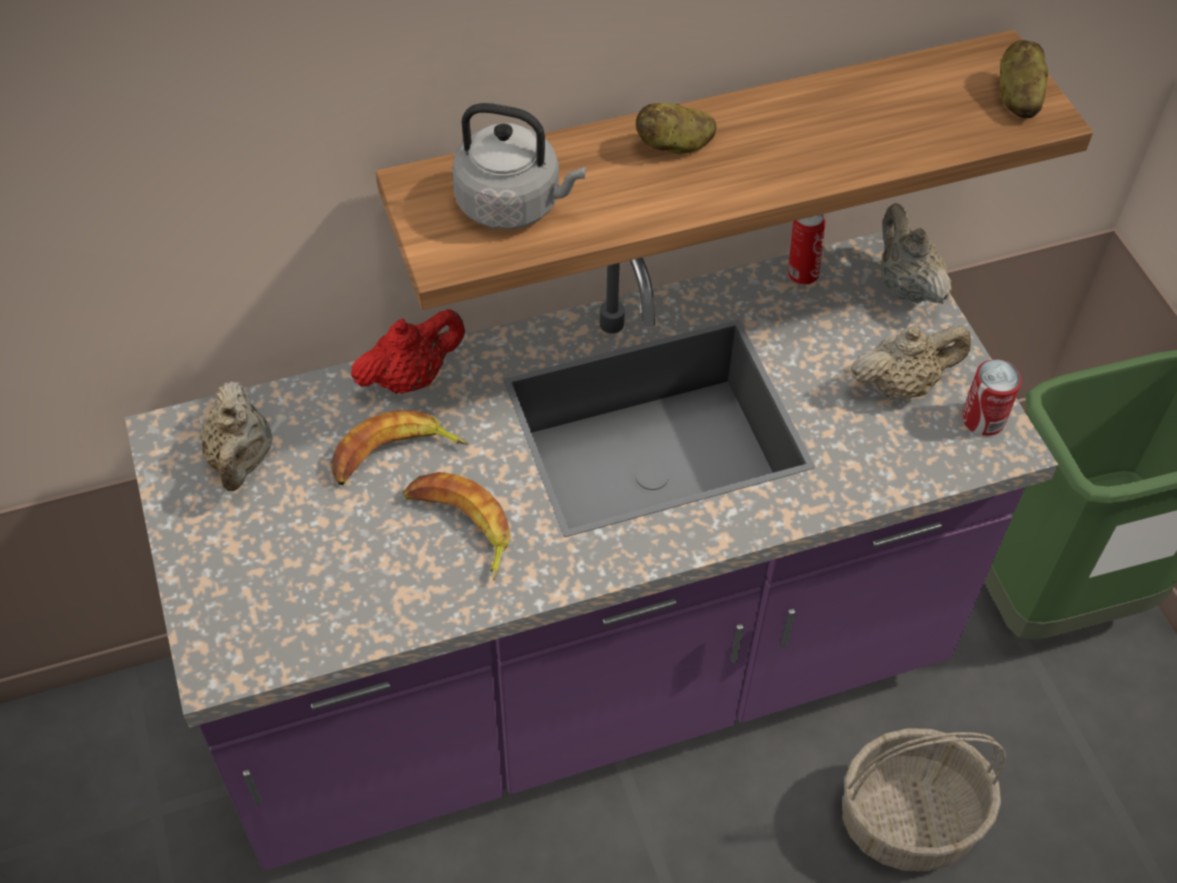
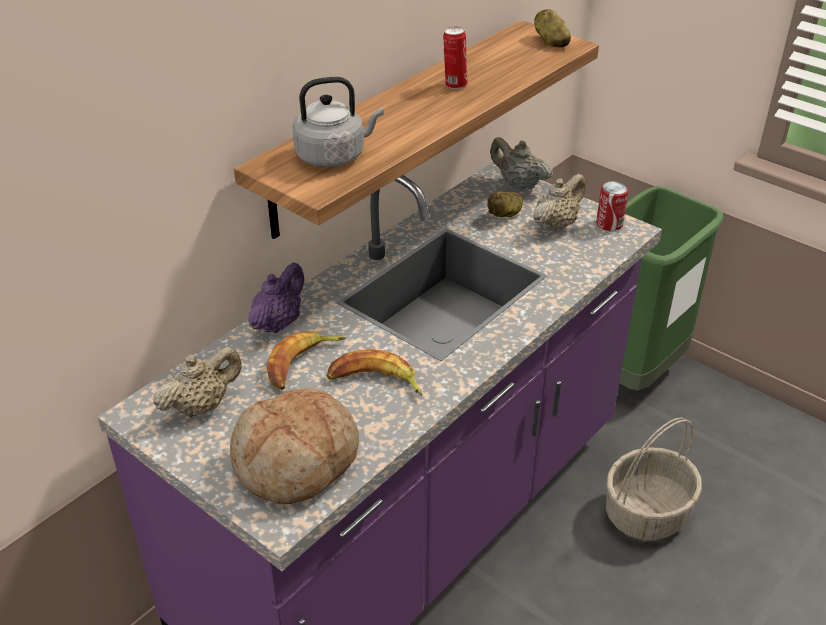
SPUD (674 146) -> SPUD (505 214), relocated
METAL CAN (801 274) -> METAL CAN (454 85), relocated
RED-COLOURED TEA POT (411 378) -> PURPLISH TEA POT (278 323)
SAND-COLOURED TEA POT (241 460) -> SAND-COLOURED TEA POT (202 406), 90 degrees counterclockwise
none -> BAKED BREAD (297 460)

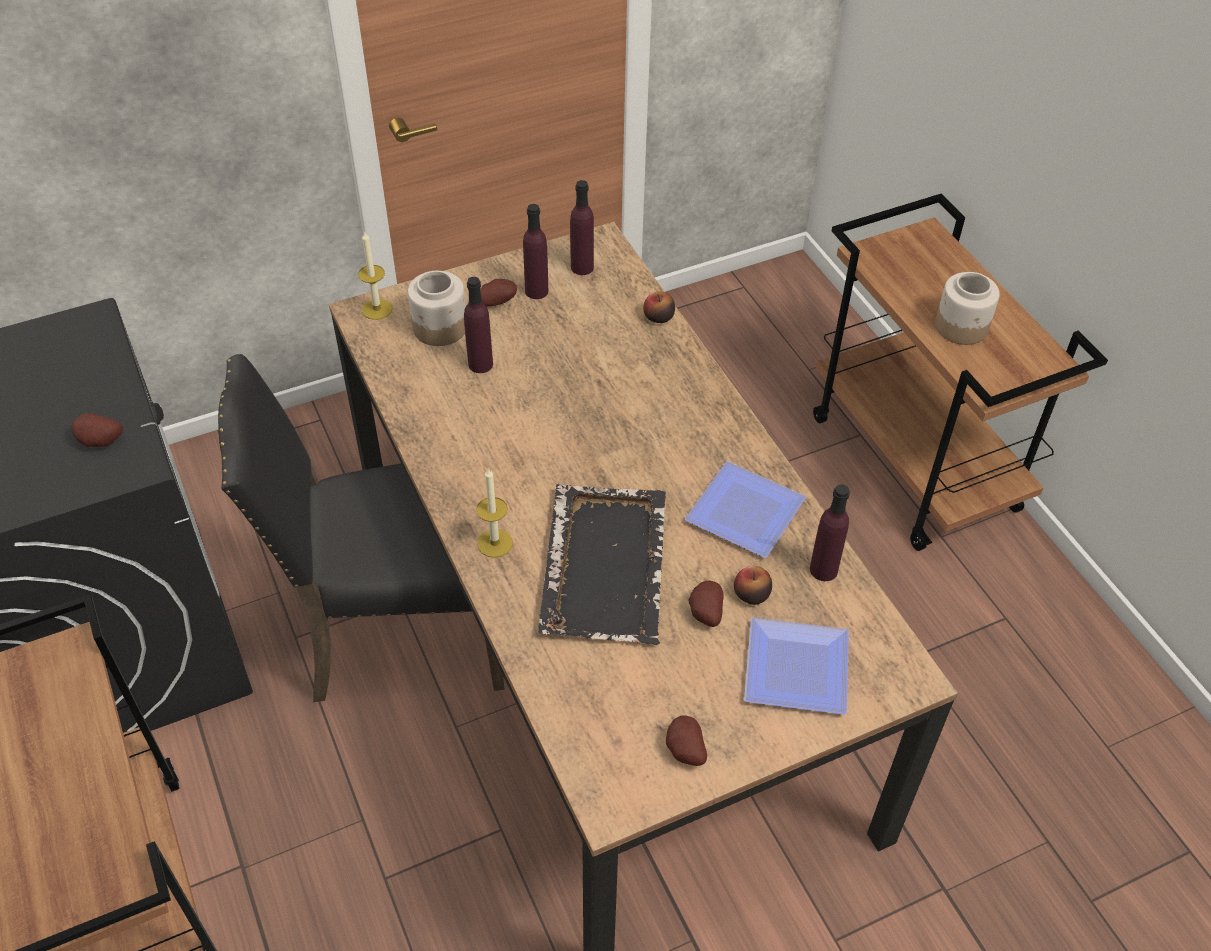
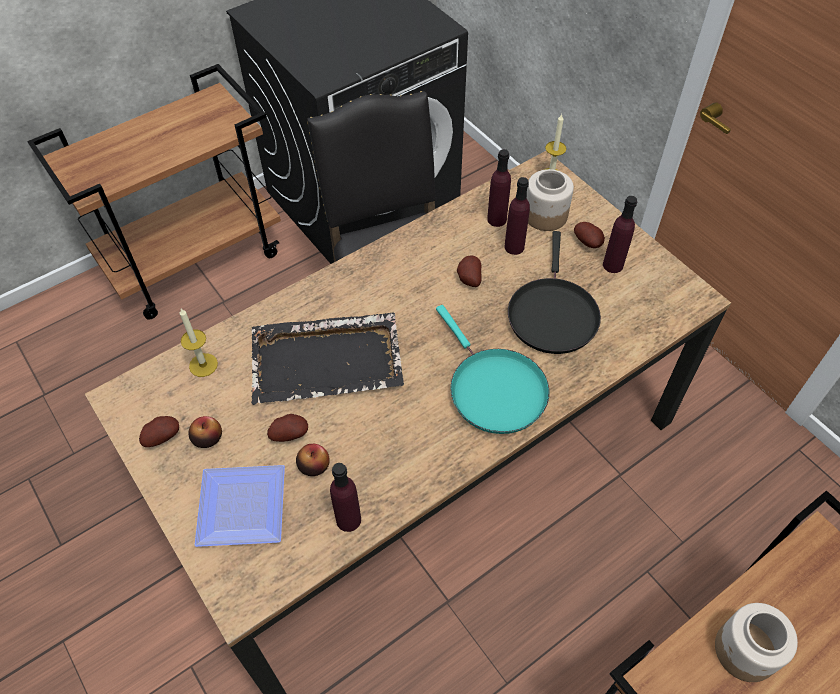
PURPLISH BEVERAGE BOTTLE (582 267) -> PURPLISH BEVERAGE BOTTLE (497 219), relocated
APPLE (658 317) -> APPLE (207 438), relocated
SPUD (100 443) -> SPUD (468 279), relocated
FLAT DISH (749 511) -> none
WAX LIGHT (495 543) -> WAX LIGHT (203 365), relocated
none -> BLACK SKILLET (552 314)
none -> TURQUOISE SKILLET (493 389)

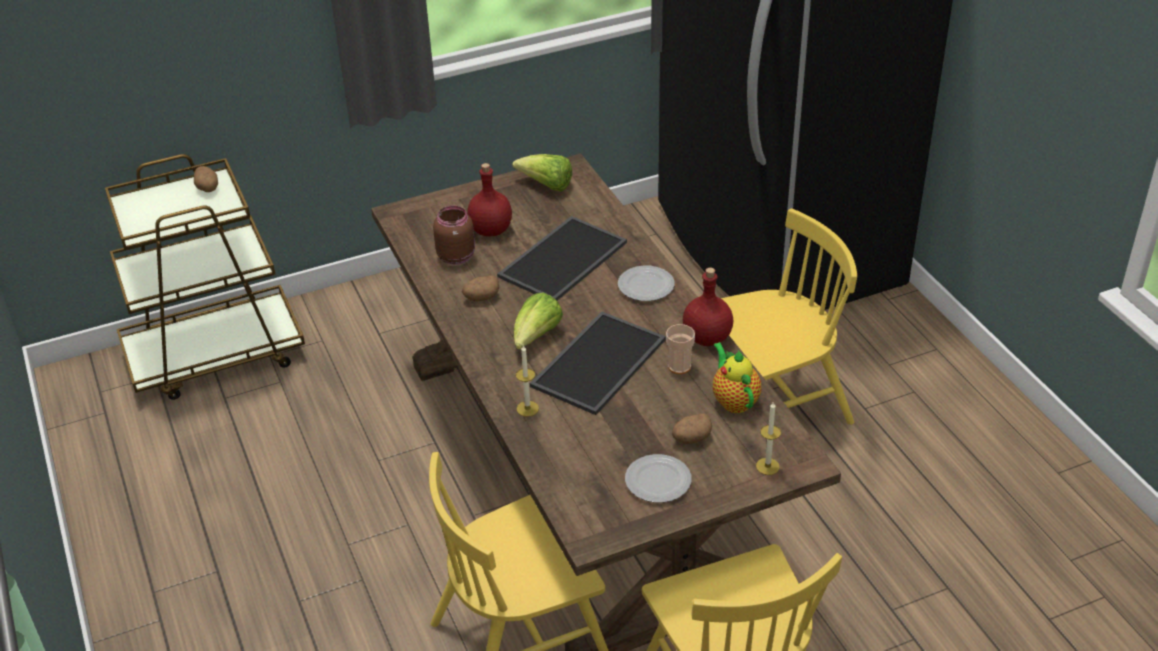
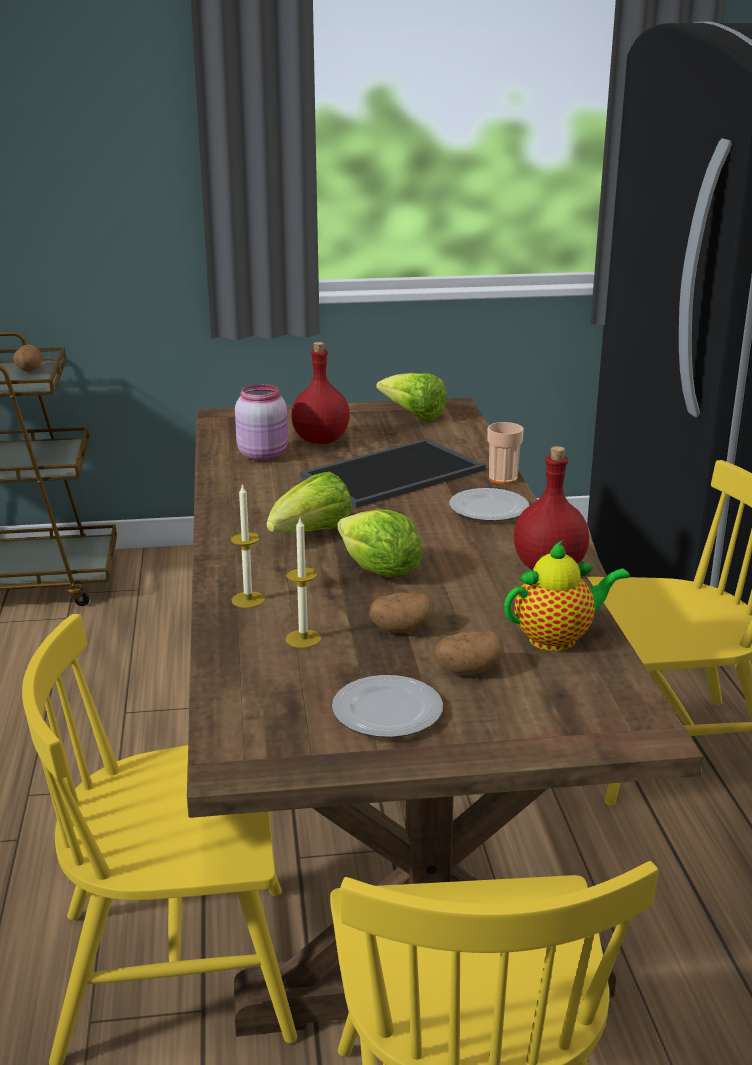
BROWN-COLOURED JAR (456 256) -> PINKISH JAR (263 454)
SPUD (481 298) -> SPUD (401 630), relocated
CARRYING TRAY (599 364) -> LETTUCE (379 572)
CUP (679 366) -> CUP (503 479), relocated
TEA POT (734 400) -> TEA POT (558 638), 75 degrees clockwise
WAX LIGHT (767 466) -> WAX LIGHT (303 639), relocated

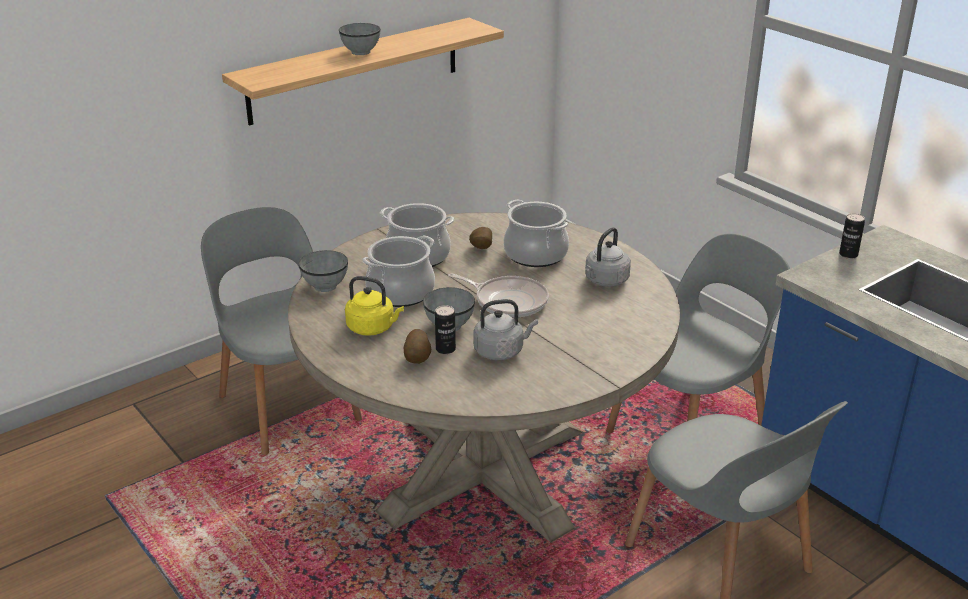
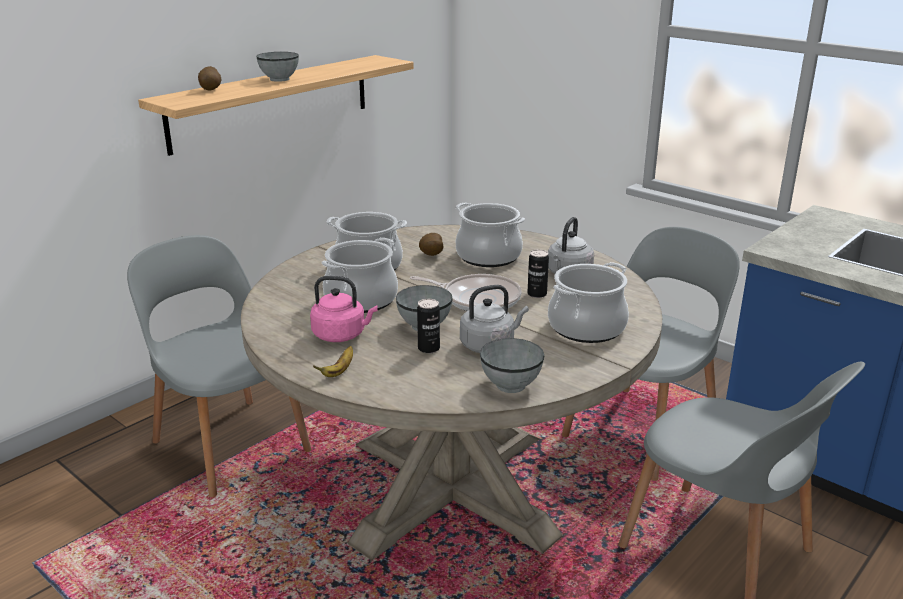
METAL CAN (848 254) -> METAL CAN (537 294), relocated
GREY DEEP DISH (325 286) -> GREY DEEP DISH (510 385), relocated
YELLOW-COLOURED TEA KETTLE (373 328) -> PINKISH TEA KETTLE (342 335)
SPUD (418 359) -> SPUD (211 89), relocated
none -> SAUCEPOT (586 327)
none -> WHOLE BANANA (338 371)

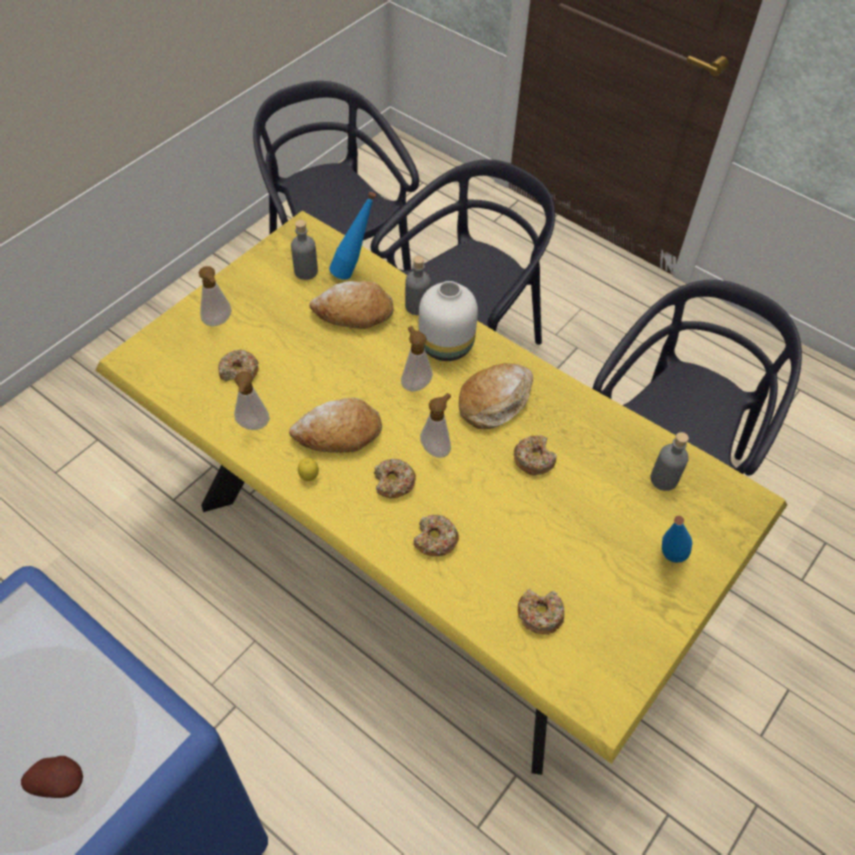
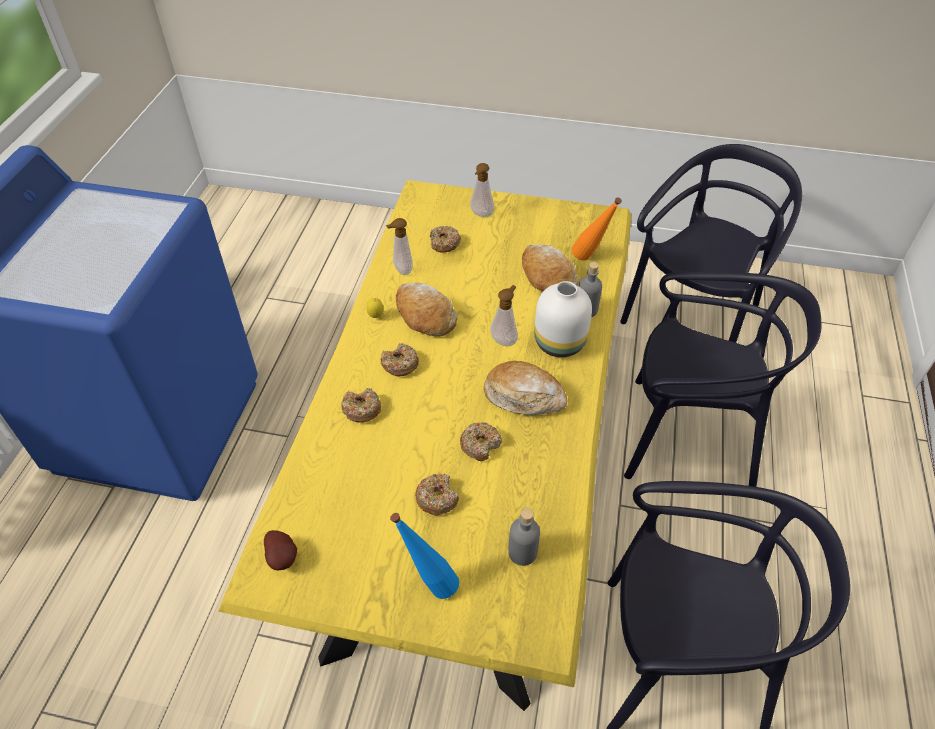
BLUISH BEVERAGE BOTTLE (354 271) -> ORANGE-COLOURED BEVERAGE BOTTLE (590 260)
GREY BEVERAGE BOTTLE (306 271) -> none
LIQUID SOAP BOTTLE (436 448) -> none
DONUT (539 614) -> DONUT (437 498), relocated
SPUD (60 781) -> SPUD (283 557), relocated

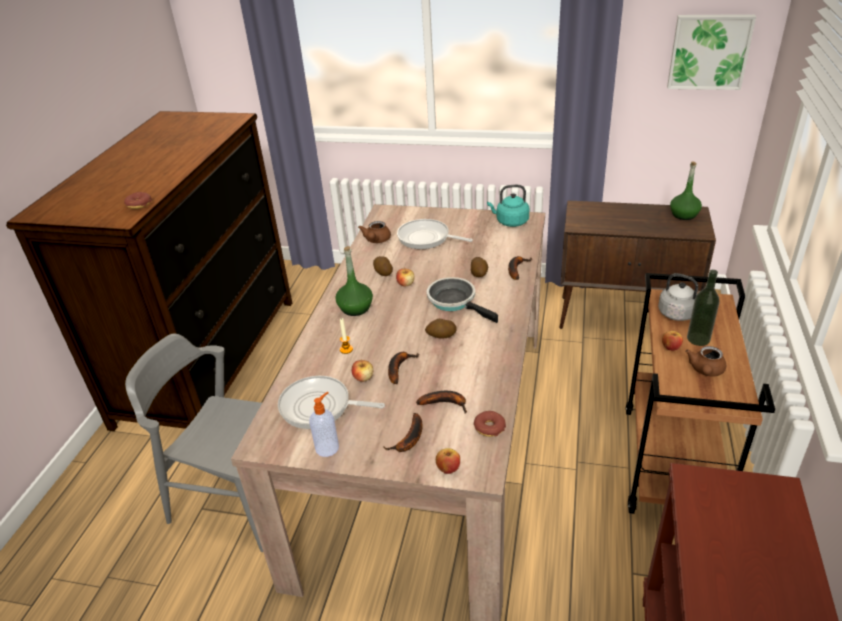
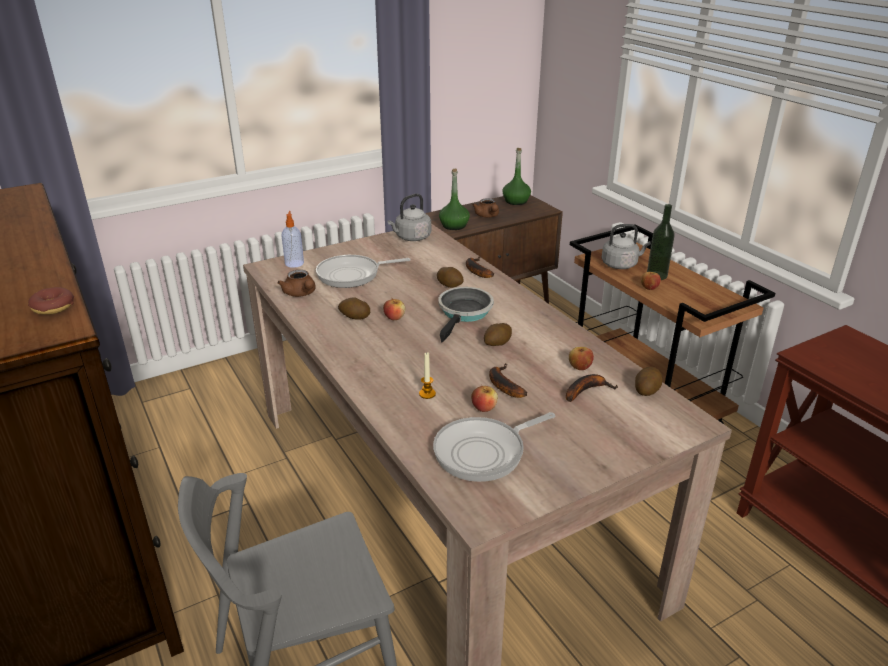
WALL ART (709 51) -> none
TURQUOISE TEA KETTLE (510 222) -> GREY TEA KETTLE (411 238)
GREEN-COLOURED BEVERAGE BOTTLE (355 308) -> GREEN-COLOURED BEVERAGE BOTTLE (454 226), relocated
SKILLET (455 301) -> SKILLET (464 313), 105 degrees clockwise
BROWN-COLOURED TEA POT (705 371) -> BROWN-COLOURED TEA POT (487 216), relocated
LIQUID SOAP BOTTLE (328 447) -> LIQUID SOAP BOTTLE (294 263), relocated
DONUT (489 427) -> SPUD (646 390)
WHOLE BANANA (409 439) -> none
APPLE (448 468) -> APPLE (579 367), relocated

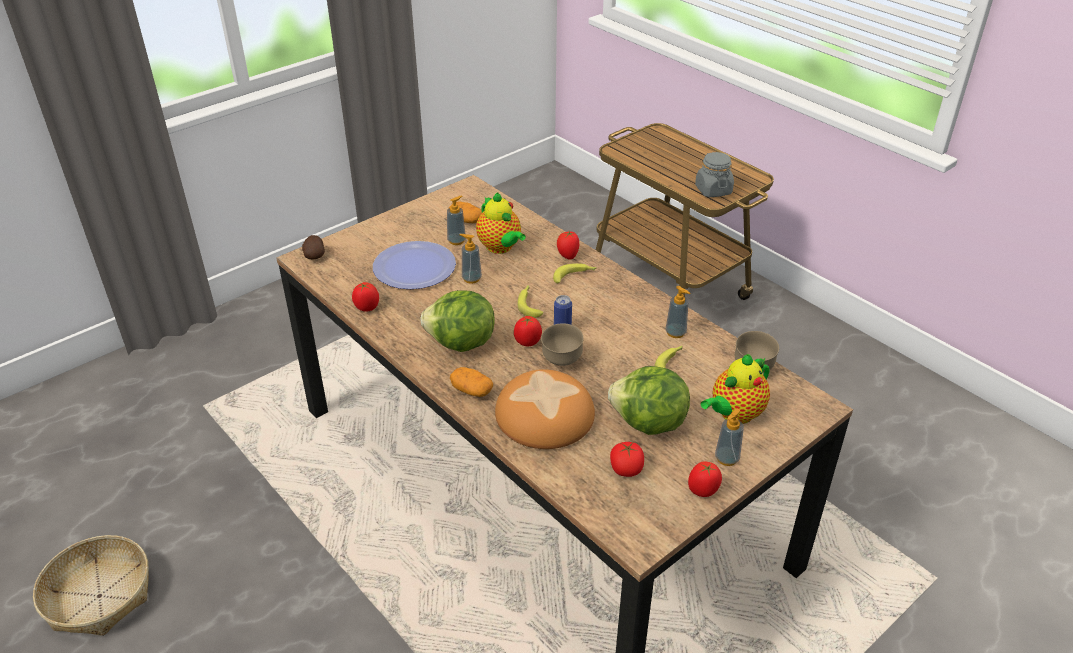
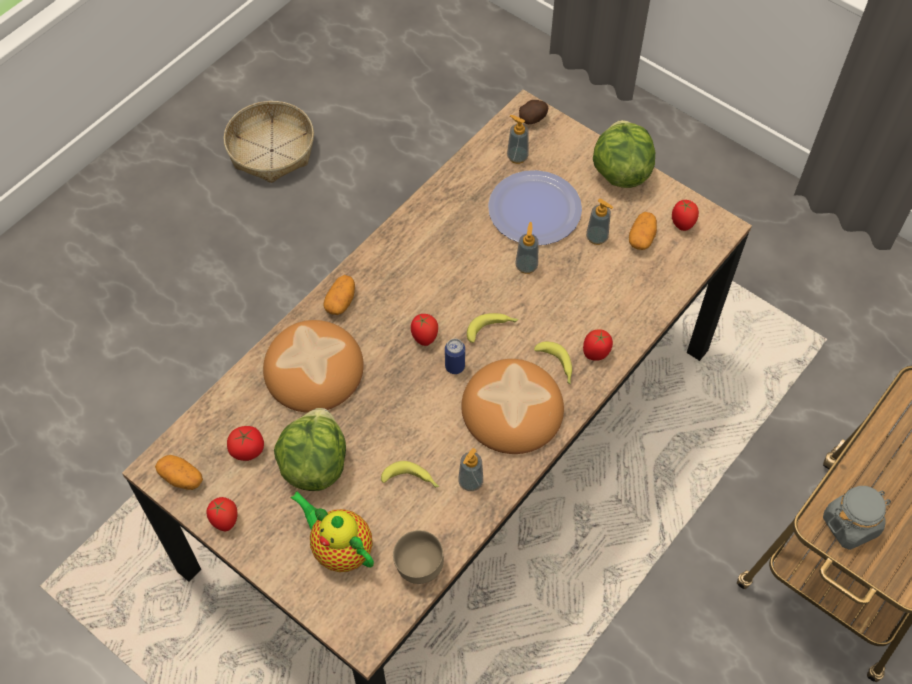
TEA POT (500 248) -> none
WHOLE TOMATO (367 308) -> WHOLE TOMATO (682 224), relocated
LETTUCE (461 344) -> LETTUCE (620 172), relocated
BROWN-COLOURED DEEP DISH (561 361) -> none
LIQUID SOAP BOTTLE (726 458) -> LIQUID SOAP BOTTLE (517 157), relocated
none -> BAKED BREAD (511 409)
none -> SPUD (181 478)

